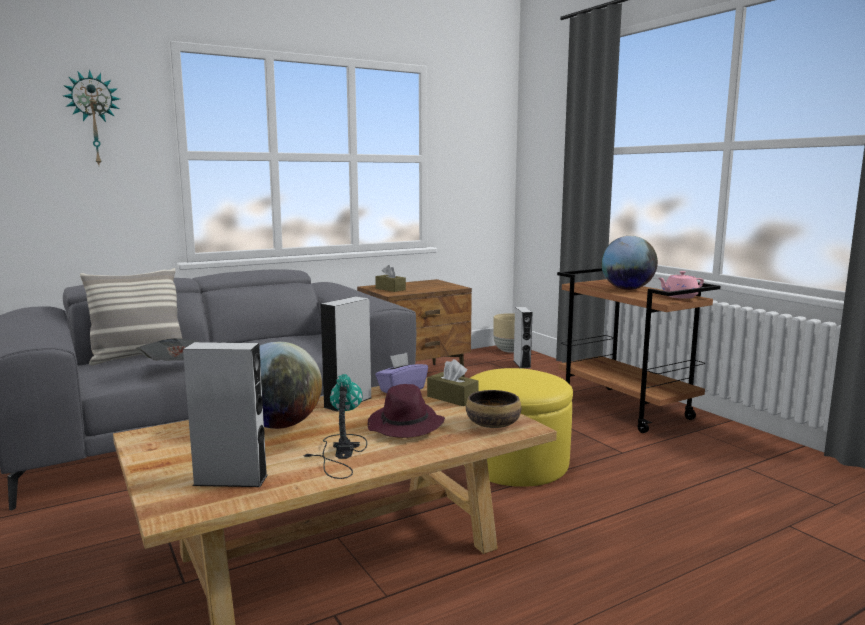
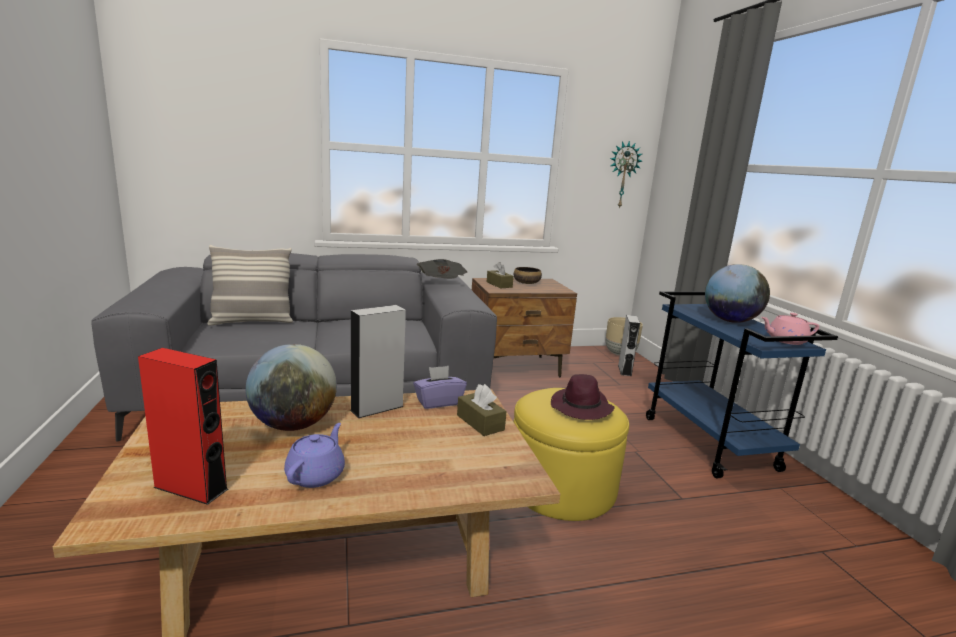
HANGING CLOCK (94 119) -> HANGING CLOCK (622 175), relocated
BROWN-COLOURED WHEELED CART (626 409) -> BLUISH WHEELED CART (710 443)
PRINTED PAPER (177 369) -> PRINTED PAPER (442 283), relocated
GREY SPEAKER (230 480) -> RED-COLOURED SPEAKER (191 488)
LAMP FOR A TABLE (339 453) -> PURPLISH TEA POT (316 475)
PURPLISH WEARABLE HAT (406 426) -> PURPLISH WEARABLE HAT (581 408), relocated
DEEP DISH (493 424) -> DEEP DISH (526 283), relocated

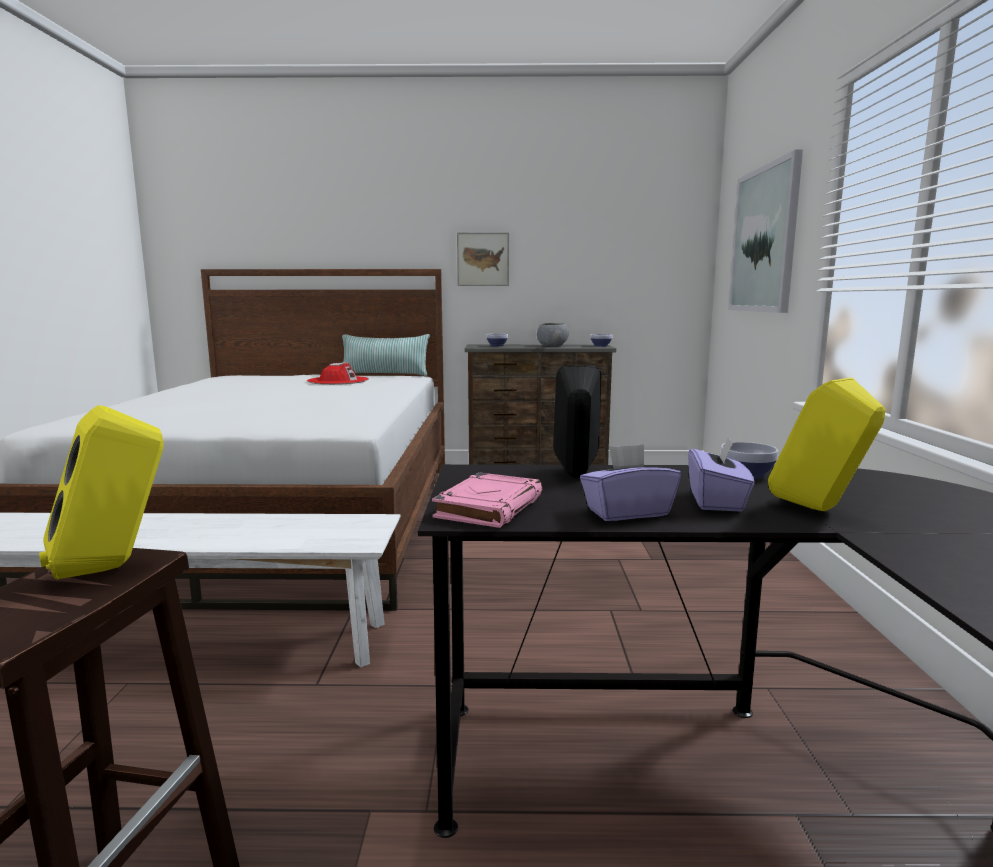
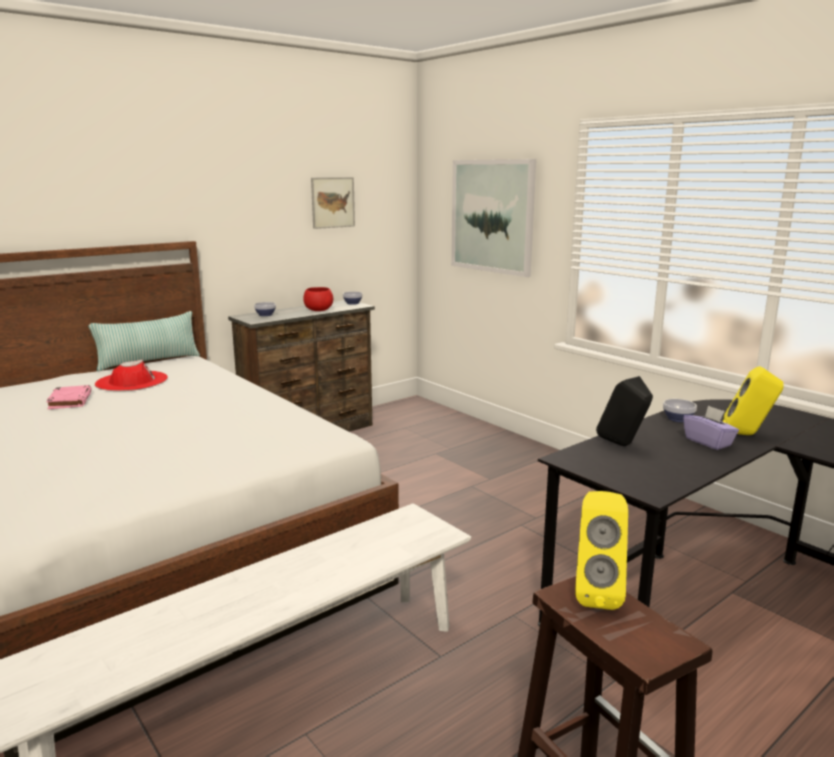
WALL ART (483 259) -> WALL ART (333 202), relocated
GREY DEEP DISH (551 346) -> RED-COLOURED DEEP DISH (318 310)
PURPLISH BOX OF TISSUES (627 512) -> none
PINKISH BOUND BOOK (489 507) -> PINKISH BOUND BOOK (70 400), relocated

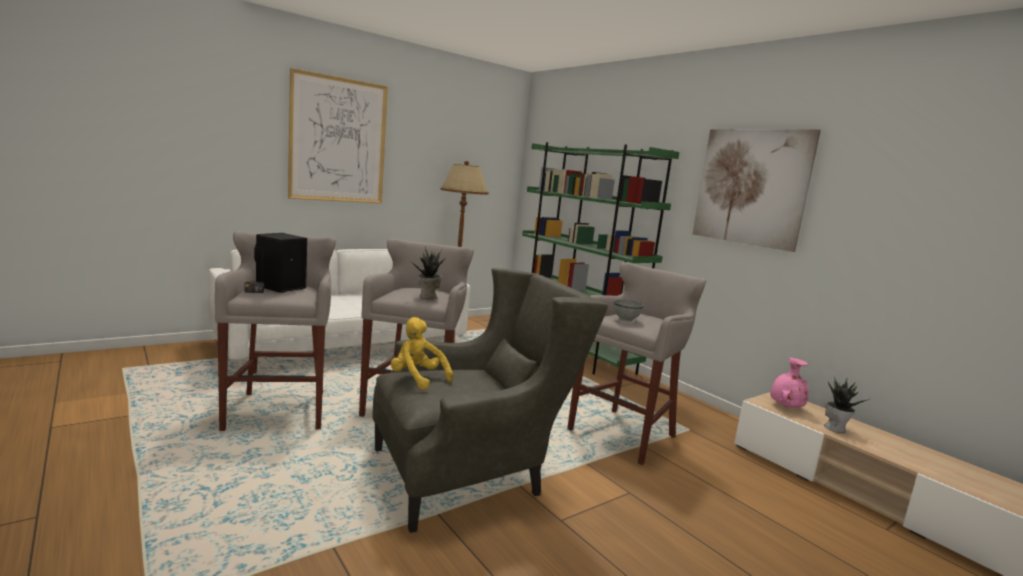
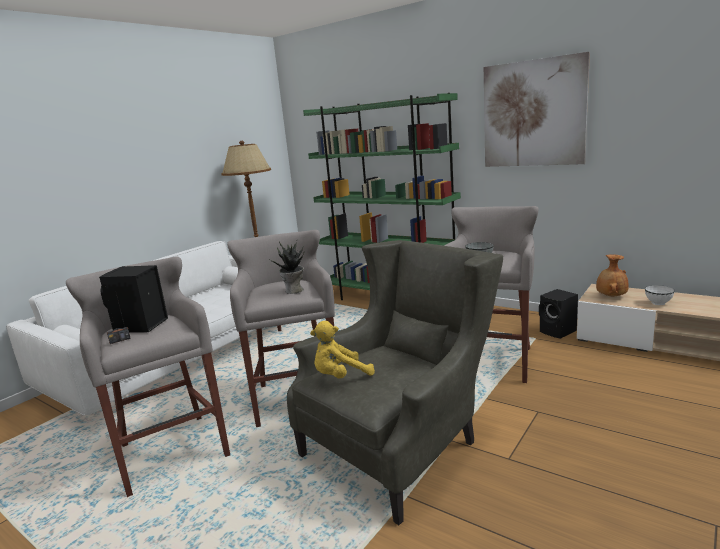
WALL ART (338 140) -> none
YELLOW-COLOURED SOFT TOY (417 379) -> YELLOW-COLOURED SOFT TOY (340 376), 45 degrees counterclockwise
PINKISH DECORATIVE VASE (785 407) -> BROWN-COLOURED DECORATIVE VASE (610 296)
HOUSEPLANT (835 428) -> WHITE DEEP DISH (658 303)
none -> BLACK SPEAKER (558 332)

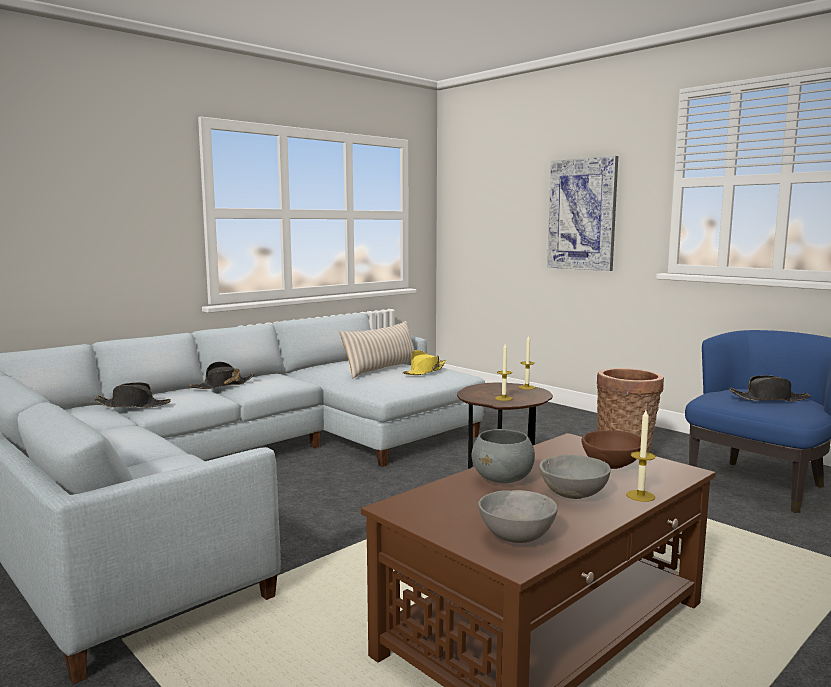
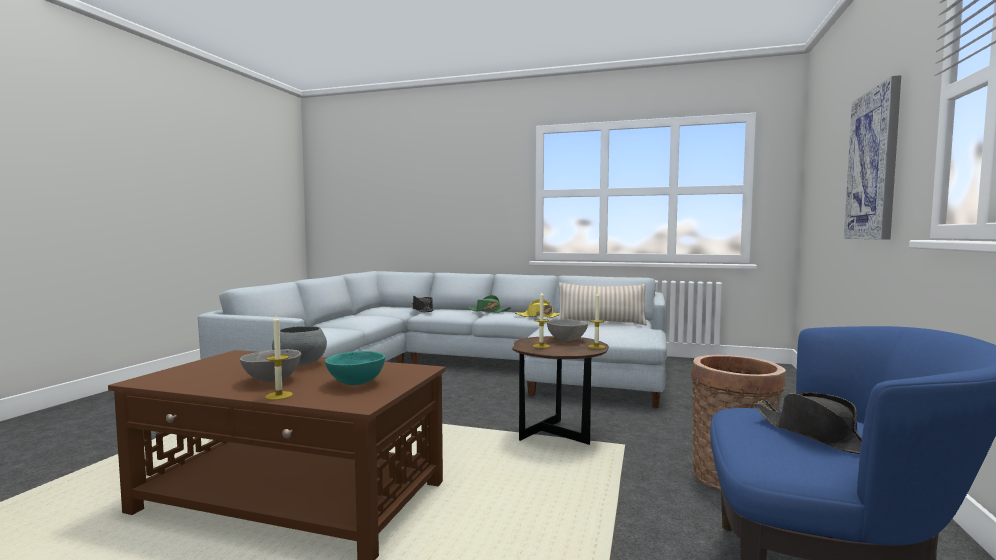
YELLOW-COLOURED WEARABLE HAT (424 371) -> YELLOW-COLOURED WEARABLE HAT (539 316), relocated
BLACK WEARABLE HAT (222 385) -> GREEN-COLOURED WEARABLE HAT (488 311)
BROWN-COLOURED DEEP DISH (612 466) -> TURQUOISE DEEP DISH (355 383)
GREY DEEP DISH (515 537) -> GREY DEEP DISH (566 340), relocated

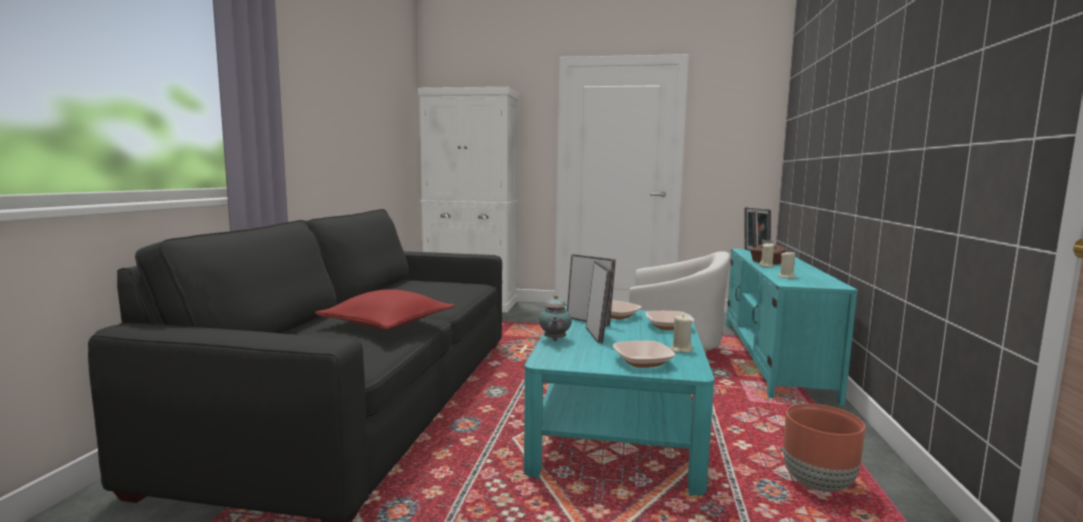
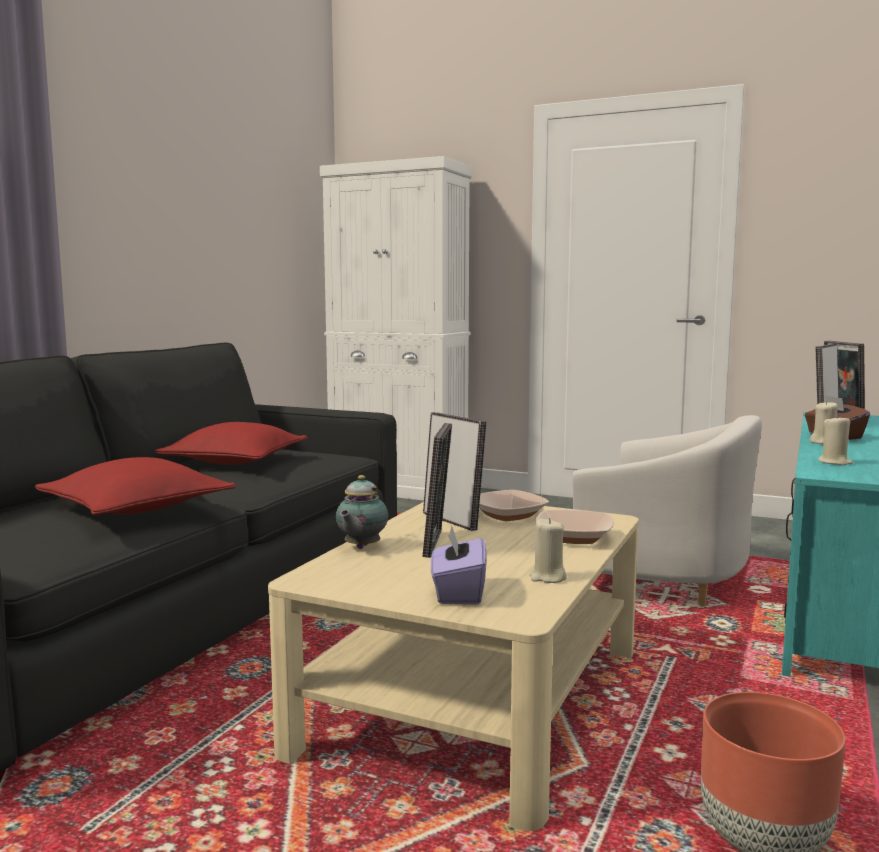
TURQUOISE LOUNGE TABLE (616 428) -> SAND-COLOURED LOUNGE TABLE (475 698)
DEEP DISH (642 362) -> PURPLISH BOX OF TISSUES (458 593)
none -> RED-COLOURED THROW PILLOW (235 461)

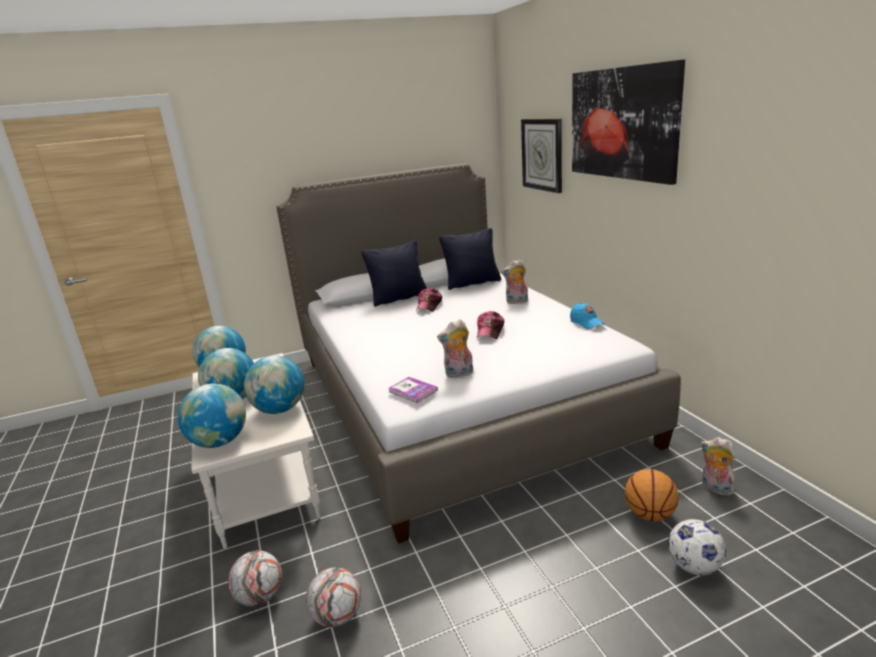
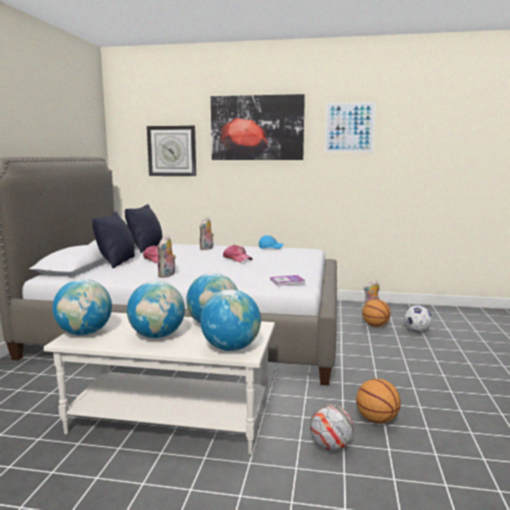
SOFT TOY (459 374) -> SOFT TOY (167 275), relocated
FOOTBALL (338 616) -> BASKETBALL (377 420)
none -> WALL ART (349 127)

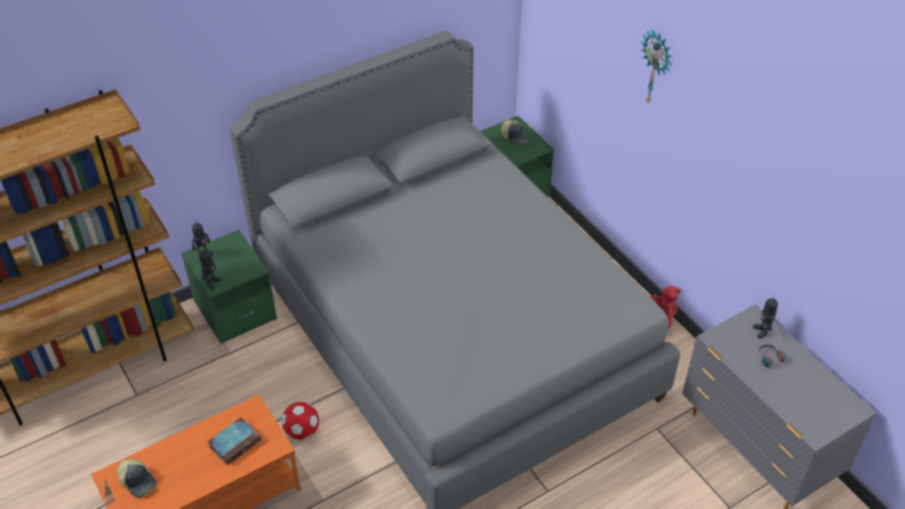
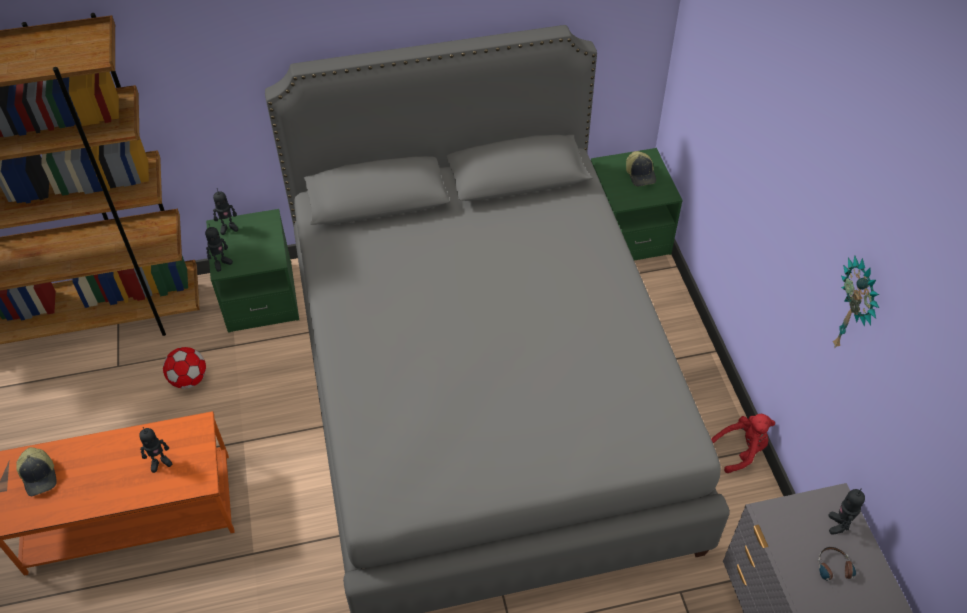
HANGING CLOCK (656 67) -> HANGING CLOCK (856 308), relocated
FOOTBALL (302 431) -> FOOTBALL (189 379), relocated
BOUND BOOK (235 442) -> TOY ROBOT (160 462)

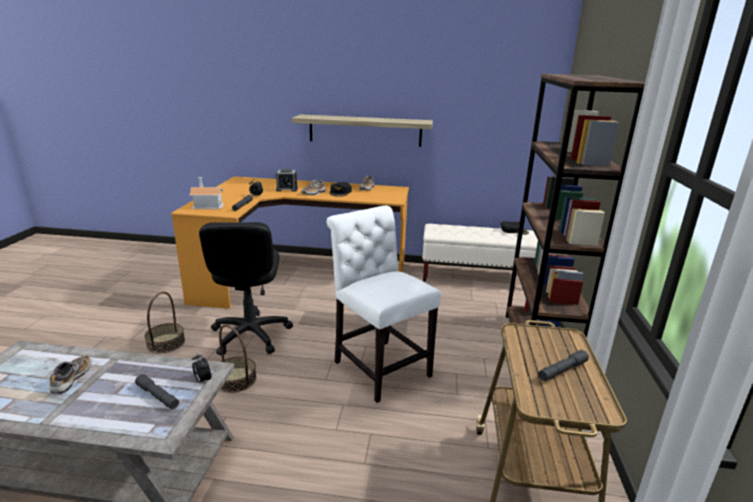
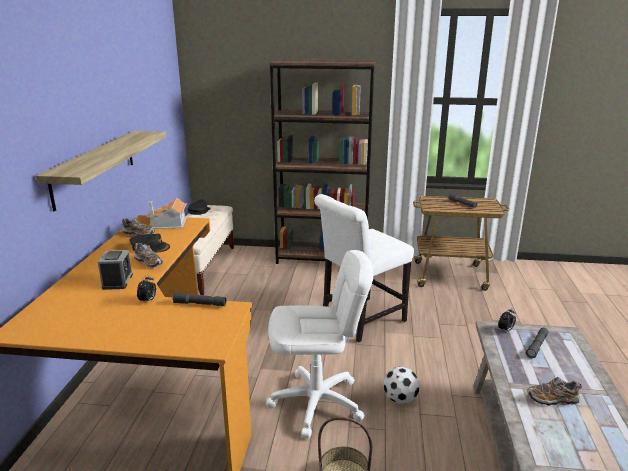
MINIATURE HOUSE (207 204) -> MINIATURE HOUSE (169 224), relocated
BLACK OFFICE CHAIR (250 335) -> WHITE OFFICE CHAIR (317 403)
STORAGE BASKET (236 379) -> FOOTBALL (400 399)

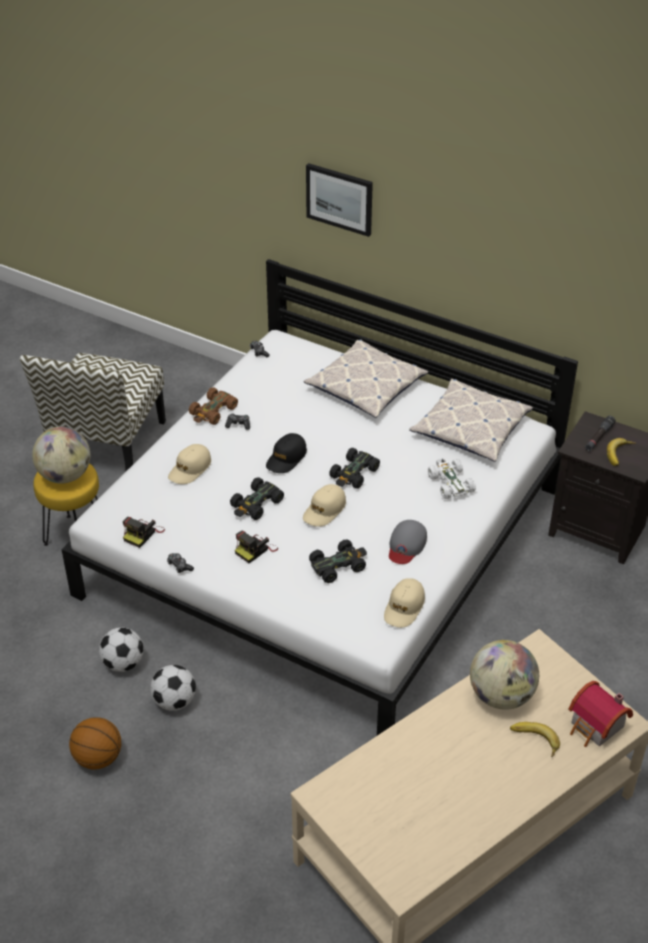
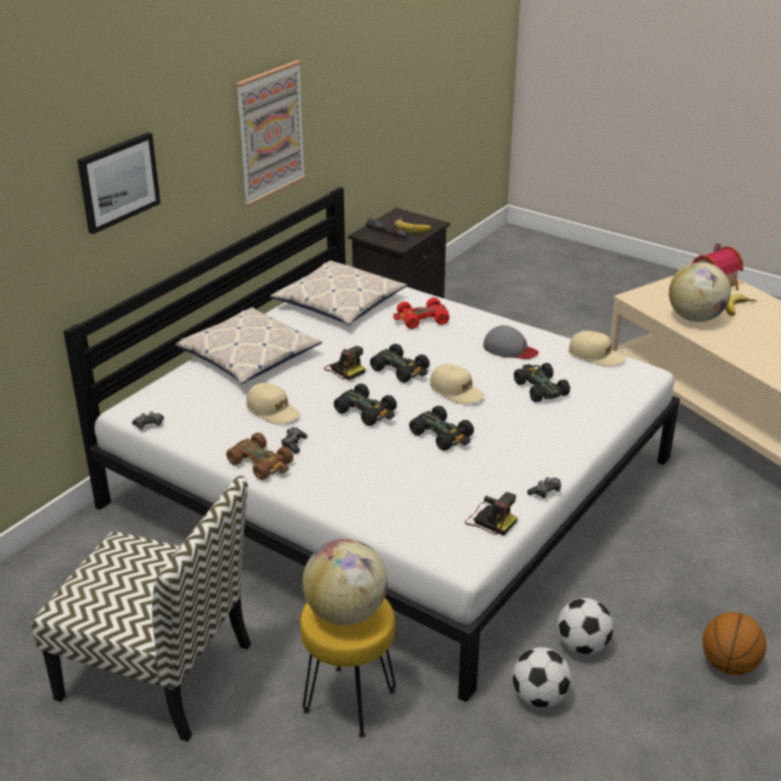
BLACK BASEBALL CAP (286 458) -> BLACK MODEL CAR (366 411)
SAND-COLOURED BASEBALL CAP (190 469) -> SAND-COLOURED BASEBALL CAP (273 411), relocated
WHITE MODEL CAR (450 483) -> RED-COLOURED MODEL CAR (421 319)
PHOTO CAMERA (256 549) -> PHOTO CAMERA (344 369), relocated
FOOTBALL (174 701) -> FOOTBALL (539 697), relocated
none -> WALL ART (270 132)

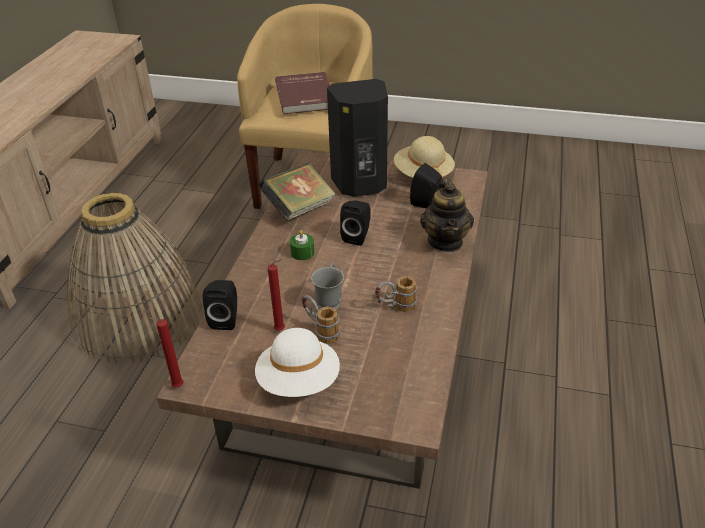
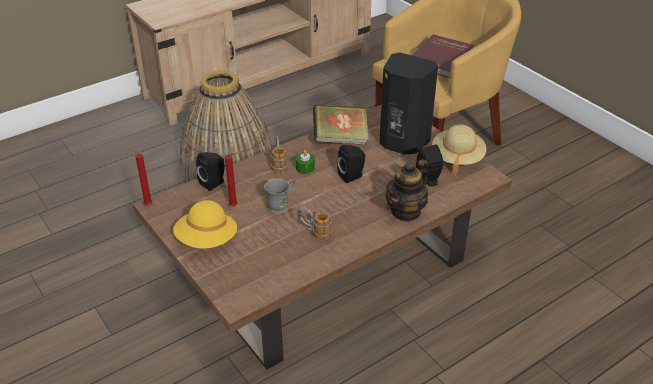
TEA MUG (320 331) -> TEA MUG (279 164), relocated
WHITE WEARABLE HAT (299 381) -> YELLOW-COLOURED WEARABLE HAT (207 240)

